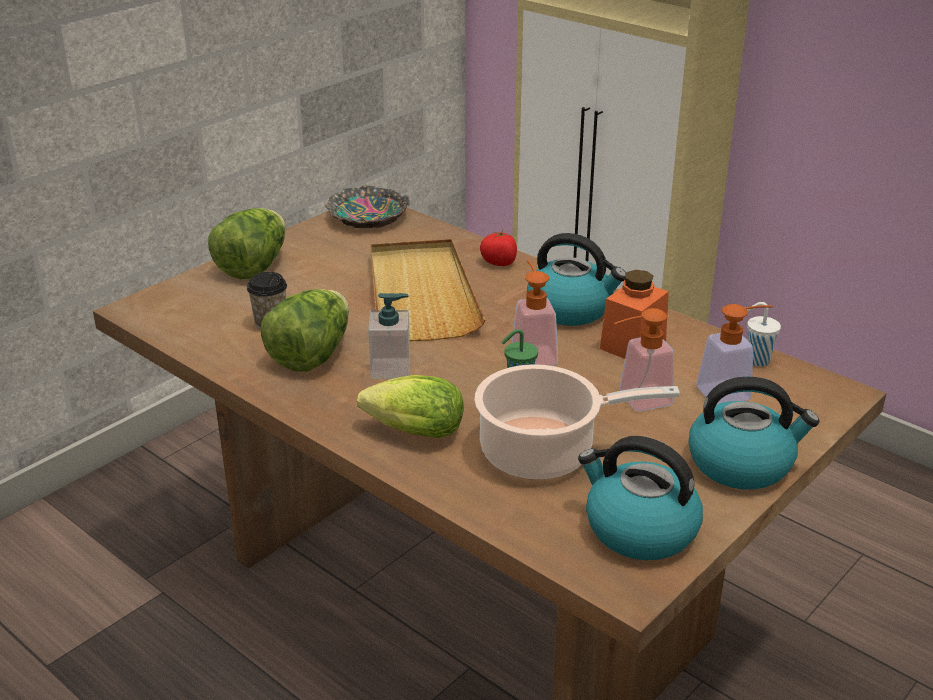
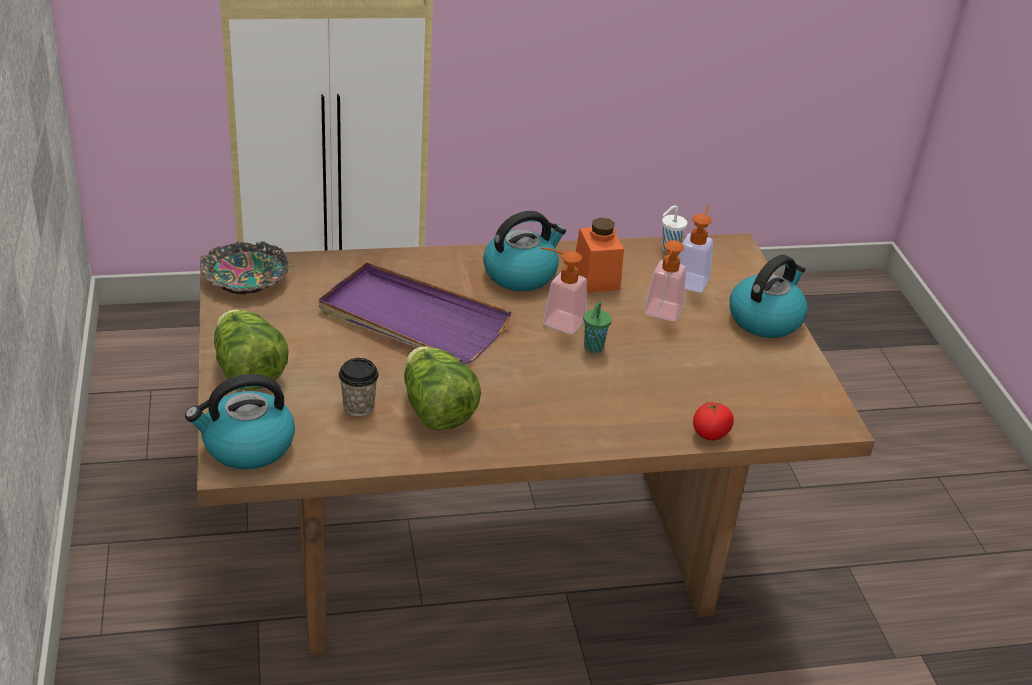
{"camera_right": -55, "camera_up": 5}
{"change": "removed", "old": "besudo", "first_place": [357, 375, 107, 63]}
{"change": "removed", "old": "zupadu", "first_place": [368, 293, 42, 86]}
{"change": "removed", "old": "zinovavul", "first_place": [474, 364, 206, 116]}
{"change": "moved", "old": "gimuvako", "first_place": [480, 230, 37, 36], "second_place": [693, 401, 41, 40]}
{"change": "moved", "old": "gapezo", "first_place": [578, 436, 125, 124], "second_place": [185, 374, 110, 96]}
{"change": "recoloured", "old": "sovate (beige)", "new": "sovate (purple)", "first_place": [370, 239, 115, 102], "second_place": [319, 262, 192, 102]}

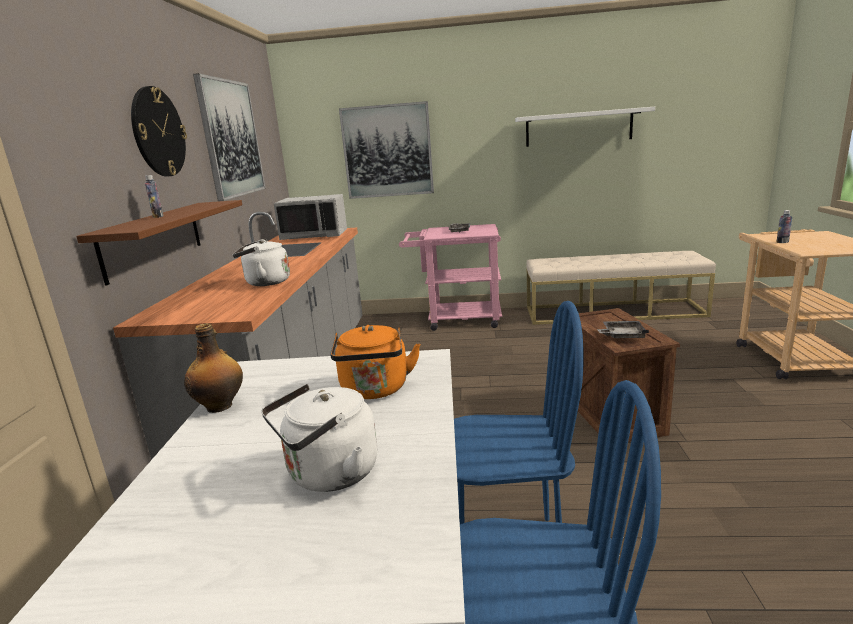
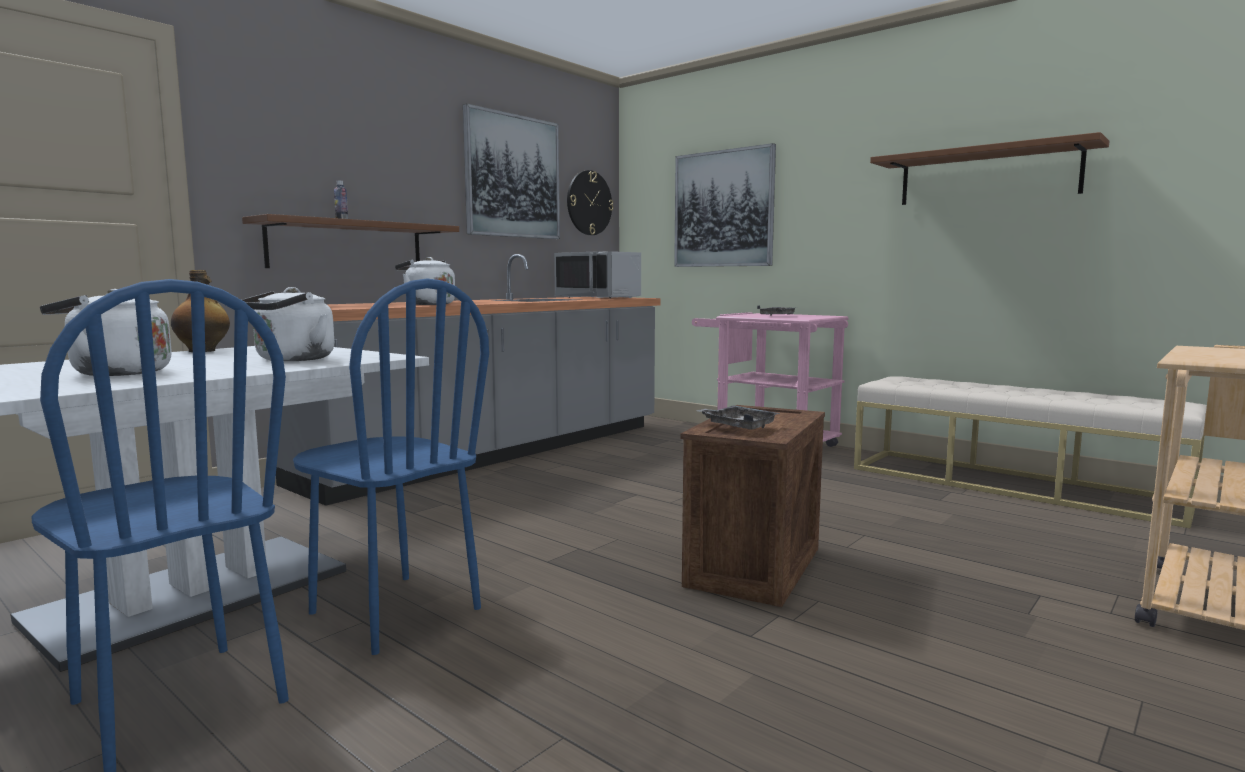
{"camera_right": 35, "camera_up": -10}
{"change": "removed", "old": "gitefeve", "first_place": [776, 210, 16, 33]}
{"change": "moved", "old": "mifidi", "first_place": [131, 86, 56, 91], "second_place": [567, 170, 46, 65]}
{"change": "recoloured", "old": "gapezo (orange)", "new": "gapezo (white)", "first_place": [330, 325, 91, 74], "second_place": [241, 287, 93, 74]}
{"change": "recoloured", "old": "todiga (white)", "new": "todiga (brown)", "first_place": [515, 107, 140, 40], "second_place": [870, 132, 239, 73]}

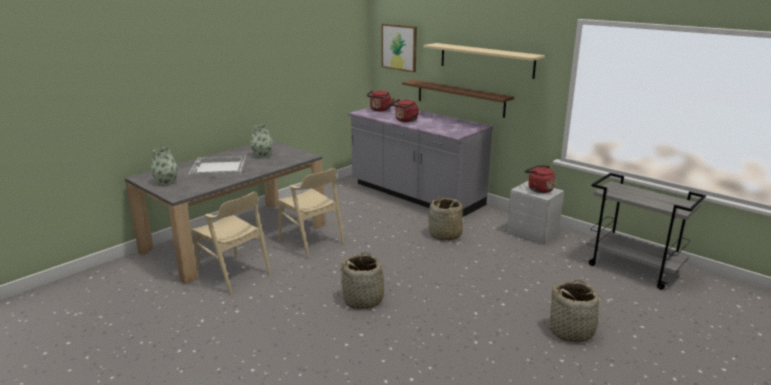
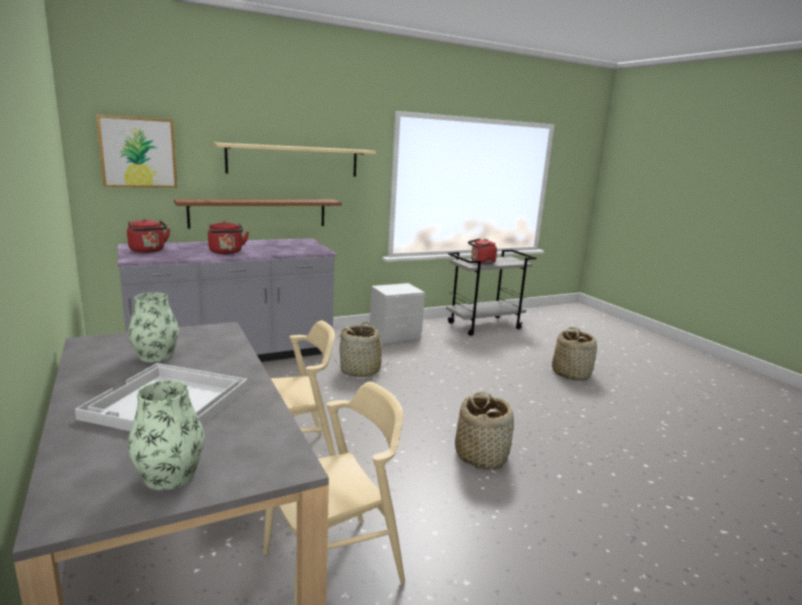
{"camera_right": -70, "camera_up": -5}
{"change": "moved", "old": "gapezo (red)", "first_place": [525, 165, 30, 28], "second_place": [468, 238, 29, 27]}

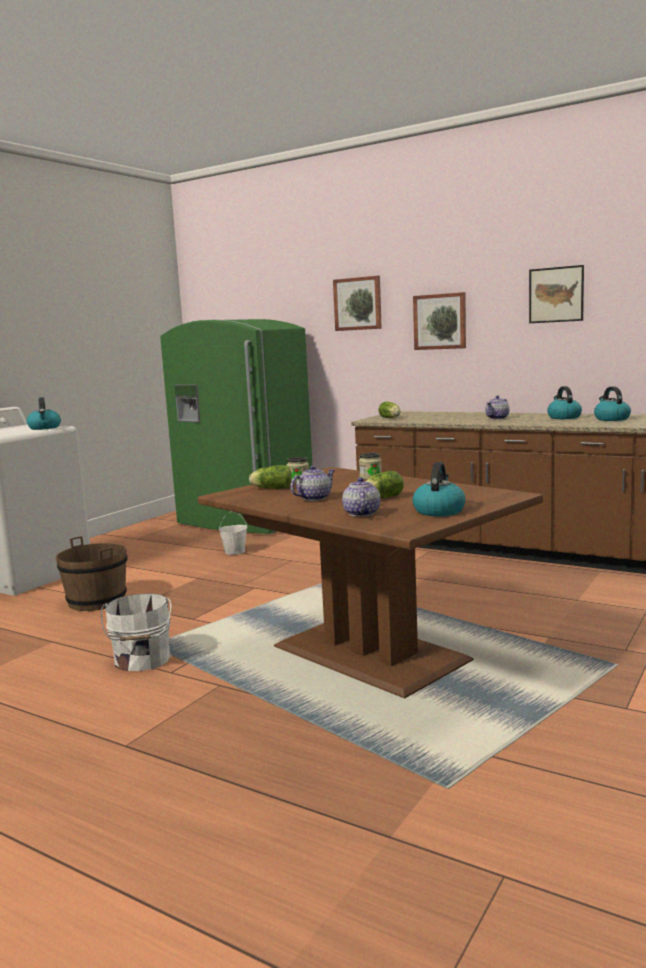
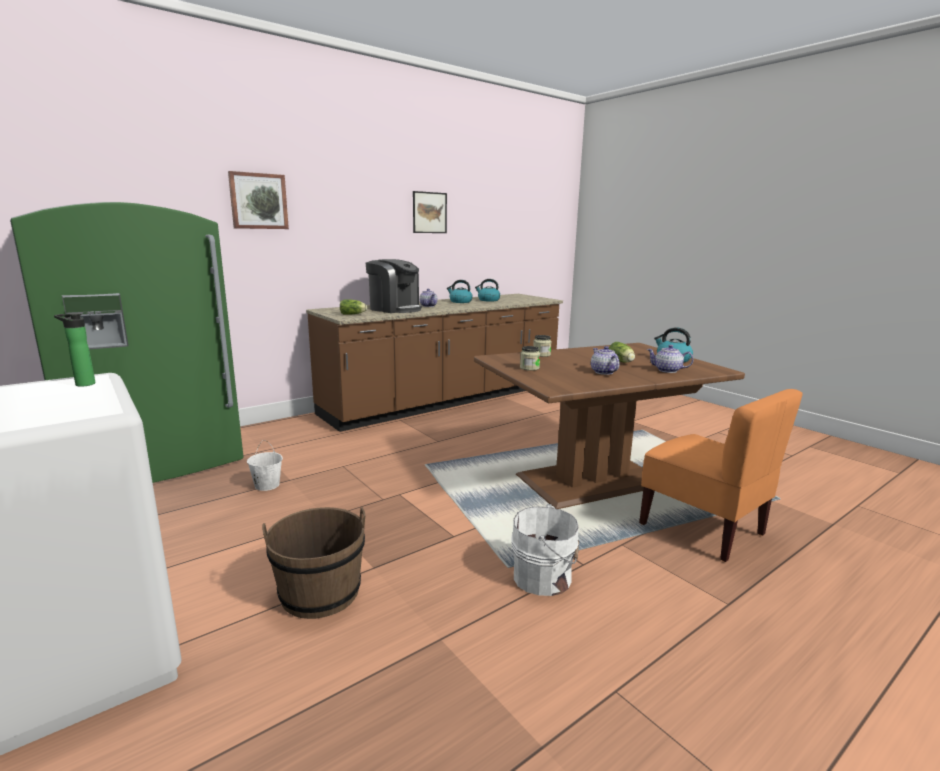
{"camera_right": -70, "camera_up": 5}
{"change": "removed", "old": "besudo", "first_place": [249, 465, 43, 24]}
{"change": "removed", "old": "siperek", "first_place": [413, 292, 53, 58]}
{"change": "added", "new": "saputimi", "second_place": [366, 259, 56, 54]}
{"change": "added", "new": "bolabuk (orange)", "second_place": [639, 389, 164, 173]}
{"change": "replaced", "old": "gapezo", "new": "gitefeve", "first_place": [27, 397, 34, 33], "second_place": [54, 313, 41, 74]}

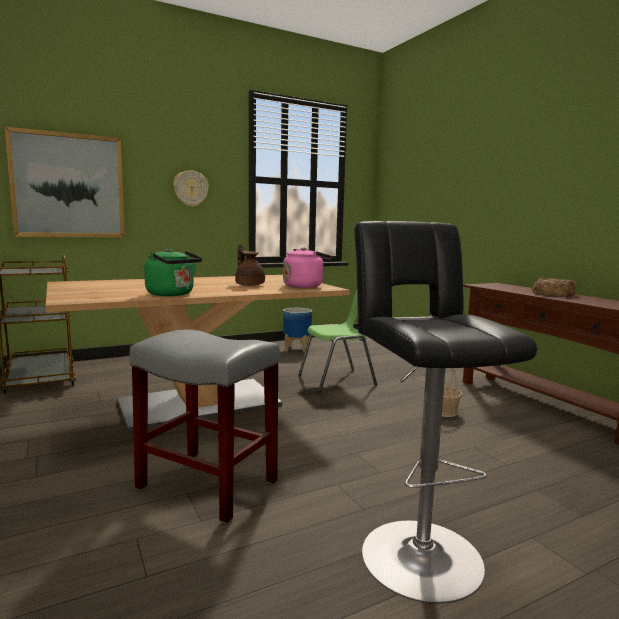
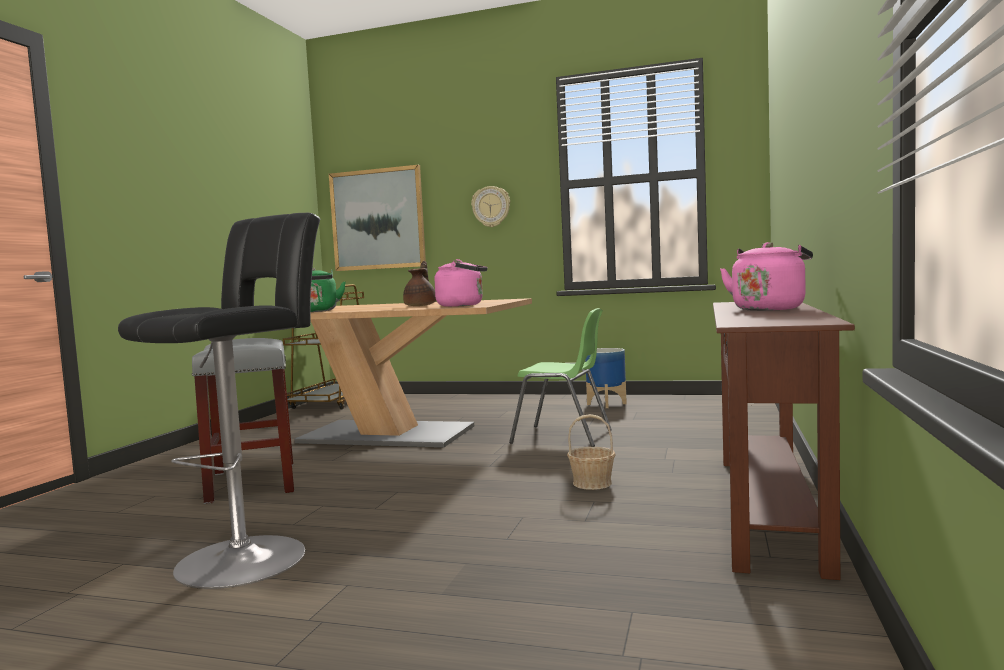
{"camera_right": 45, "camera_up": -5}
{"change": "replaced", "old": "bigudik", "new": "gapezo (pink)", "first_place": [532, 278, 46, 19], "second_place": [720, 242, 93, 69]}

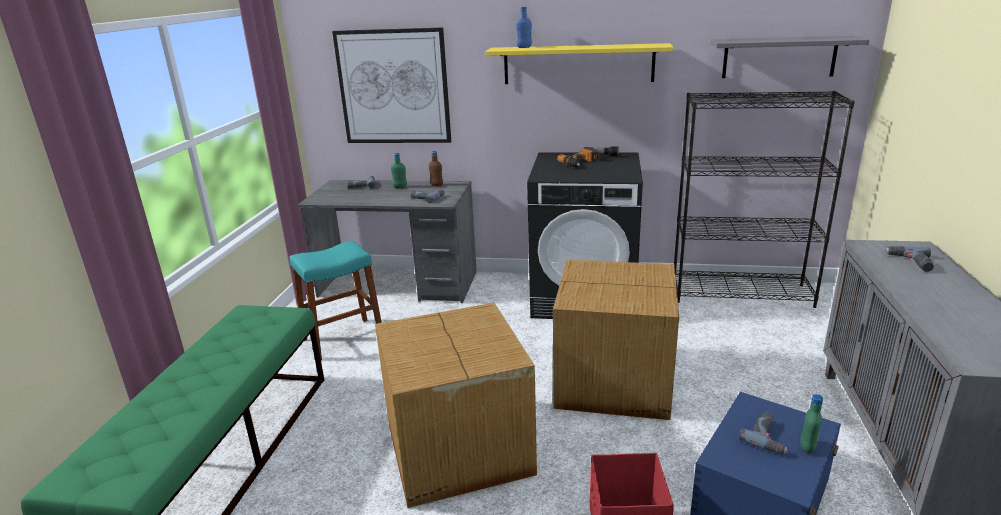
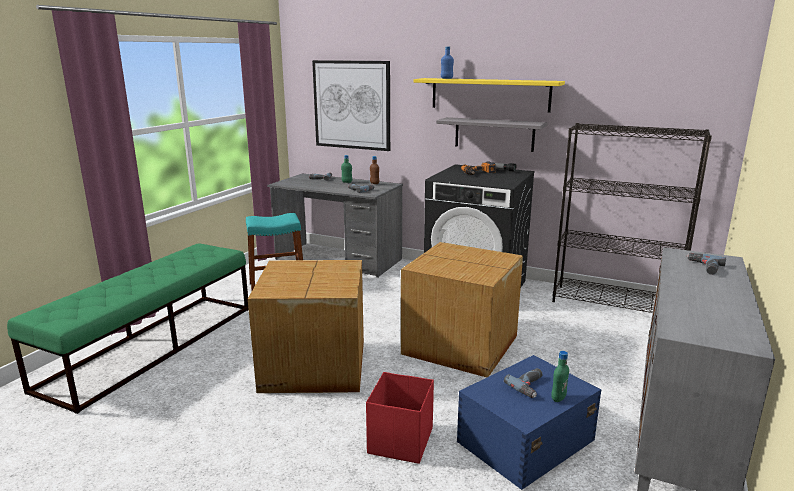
{"camera_right": 15, "camera_up": -5}
{"change": "moved", "old": "todiga (grey)", "first_place": [711, 36, 159, 42], "second_place": [436, 117, 111, 35]}

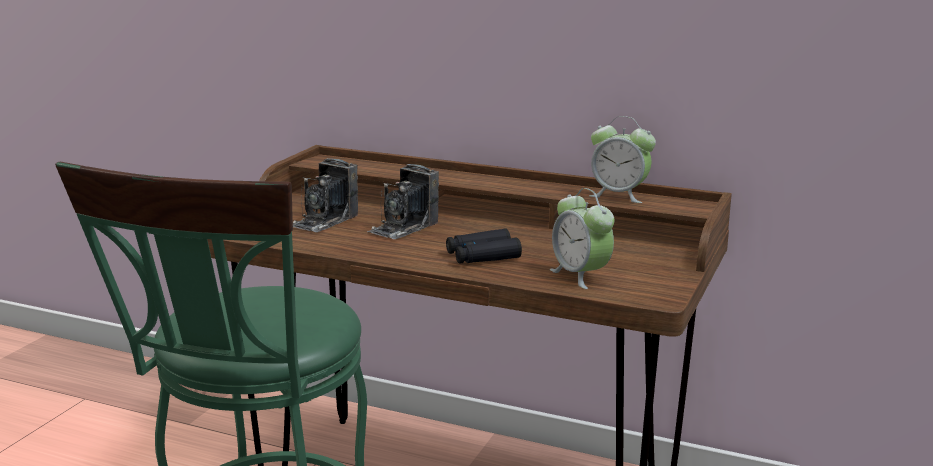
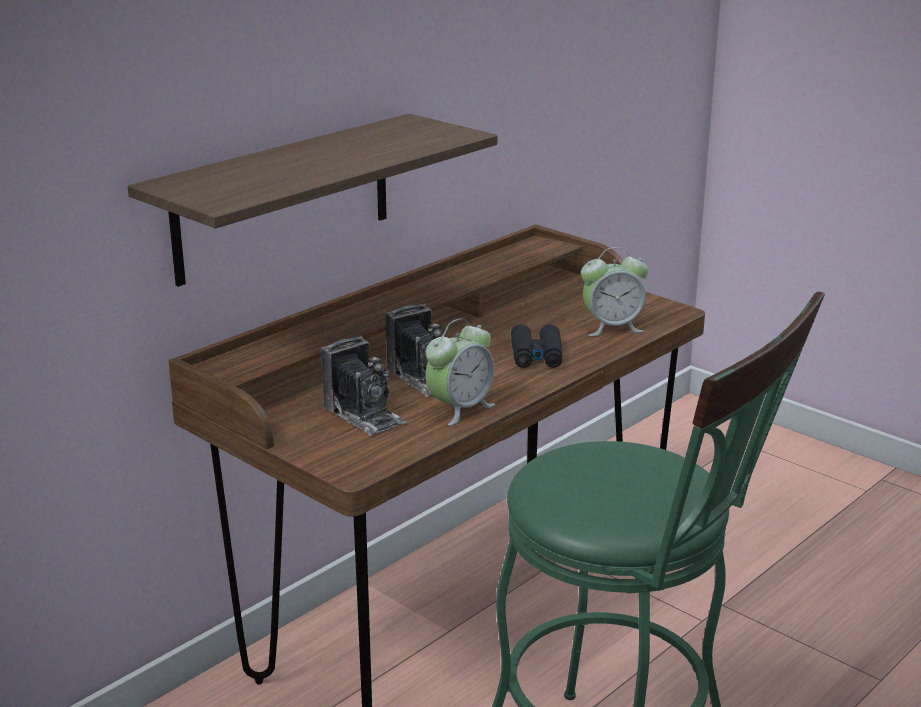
{"camera_right": -70, "camera_up": 5}
{"change": "added", "new": "todiga", "second_place": [128, 114, 369, 173]}
{"change": "moved", "old": "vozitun", "first_place": [589, 116, 67, 87], "second_place": [426, 318, 69, 107]}

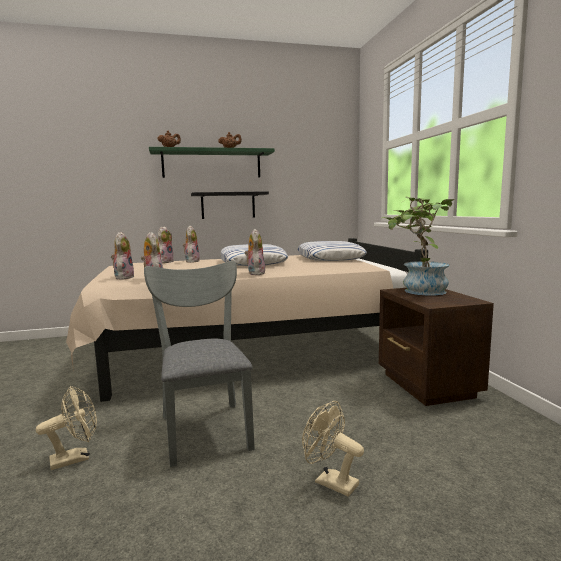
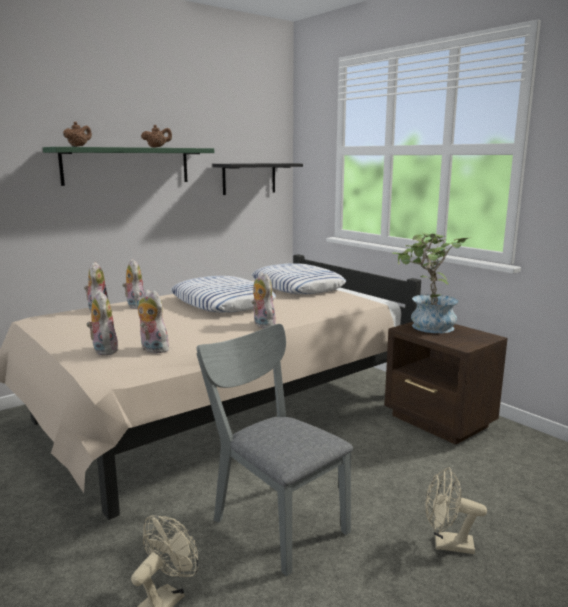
{"camera_right": -25, "camera_up": 5}
{"change": "moved", "old": "todiga (black)", "first_place": [191, 191, 78, 28], "second_place": [212, 163, 91, 32]}

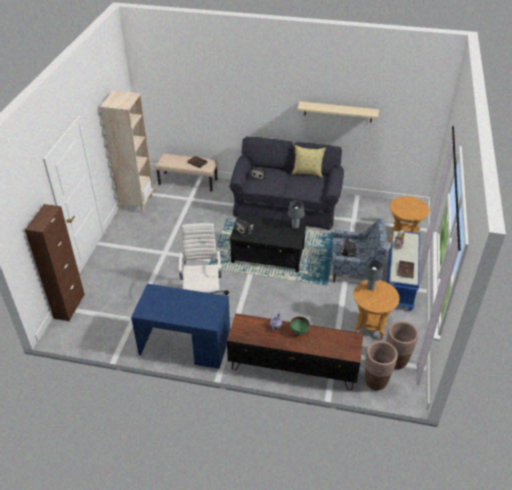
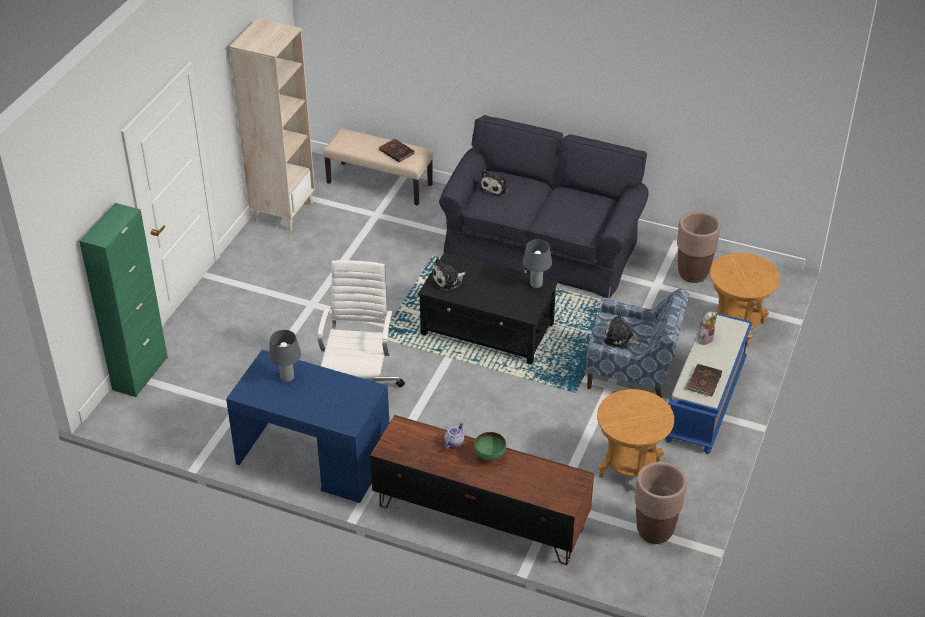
{"camera_right": 10, "camera_up": 0}
{"change": "removed", "old": "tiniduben", "first_place": [292, 145, 34, 32]}
{"change": "removed", "old": "todiga (beige)", "first_place": [297, 101, 82, 21]}
{"change": "moved", "old": "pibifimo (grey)", "first_place": [363, 259, 20, 31], "second_place": [269, 330, 32, 52]}
{"change": "moved", "old": "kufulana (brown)", "first_place": [365, 341, 33, 49], "second_place": [677, 211, 44, 72]}
{"change": "recoloured", "old": "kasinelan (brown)", "new": "kasinelan (green)", "first_place": [25, 204, 60, 117], "second_place": [79, 203, 89, 194]}

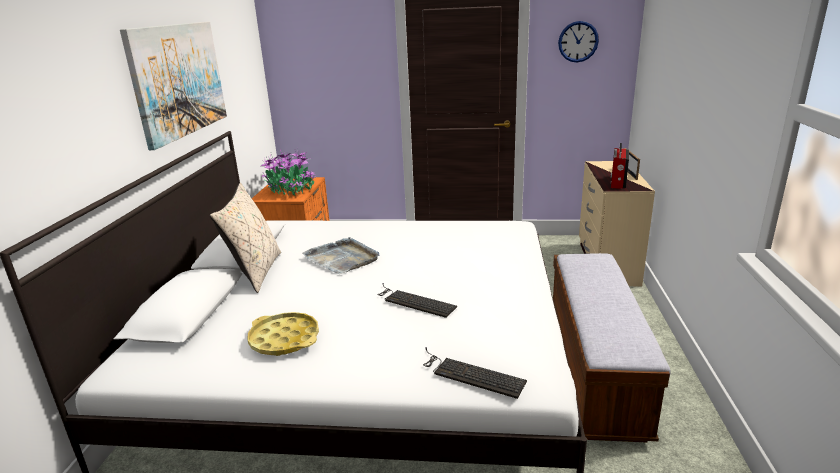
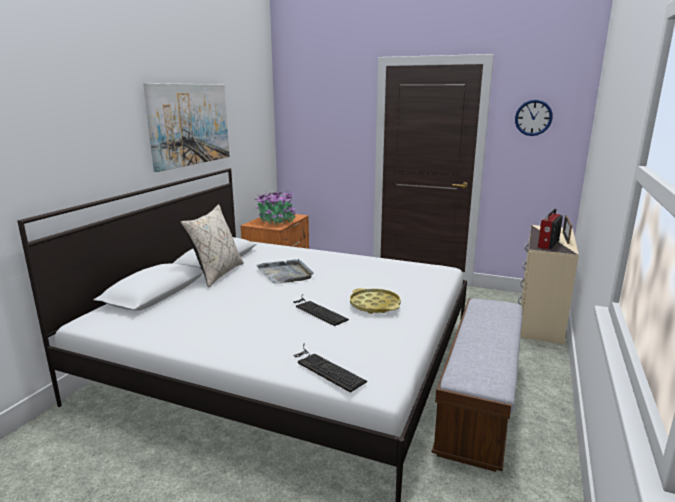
{"camera_right": 15, "camera_up": -5}
{"change": "moved", "old": "sovate (yellow)", "first_place": [247, 312, 72, 44], "second_place": [350, 288, 51, 26]}

